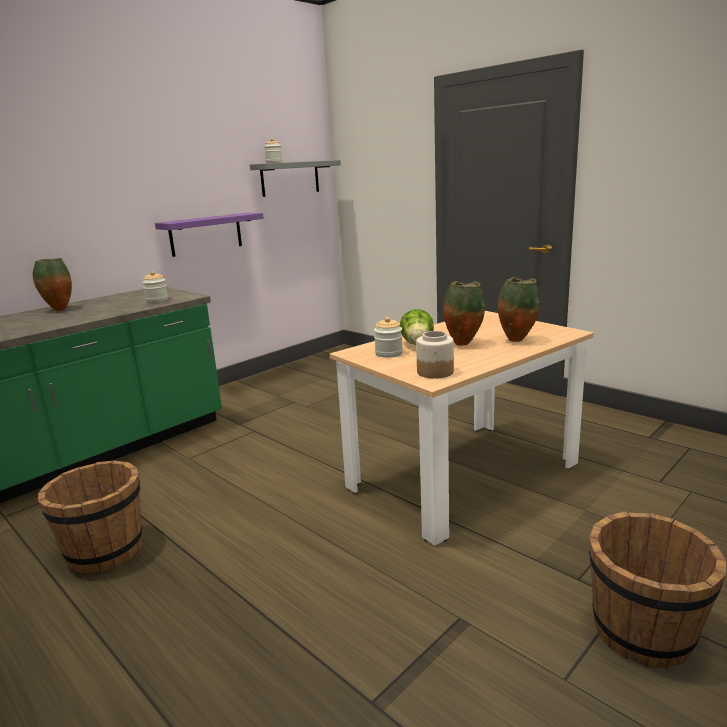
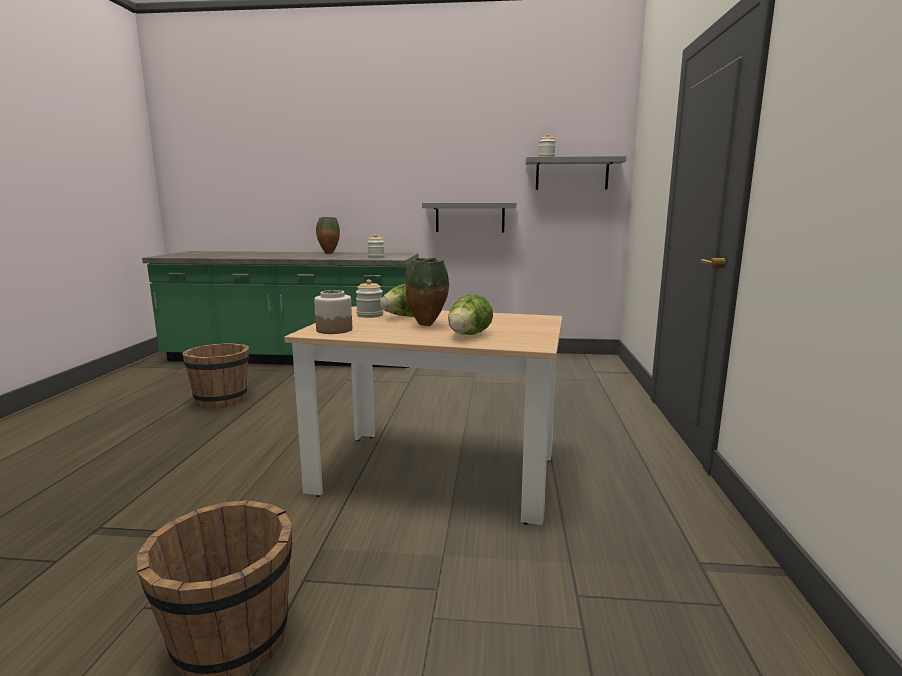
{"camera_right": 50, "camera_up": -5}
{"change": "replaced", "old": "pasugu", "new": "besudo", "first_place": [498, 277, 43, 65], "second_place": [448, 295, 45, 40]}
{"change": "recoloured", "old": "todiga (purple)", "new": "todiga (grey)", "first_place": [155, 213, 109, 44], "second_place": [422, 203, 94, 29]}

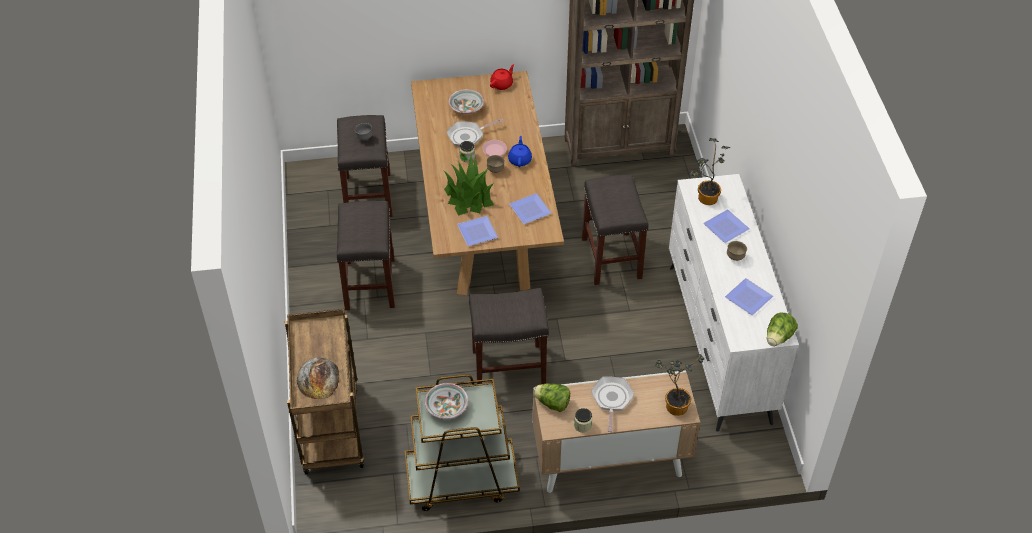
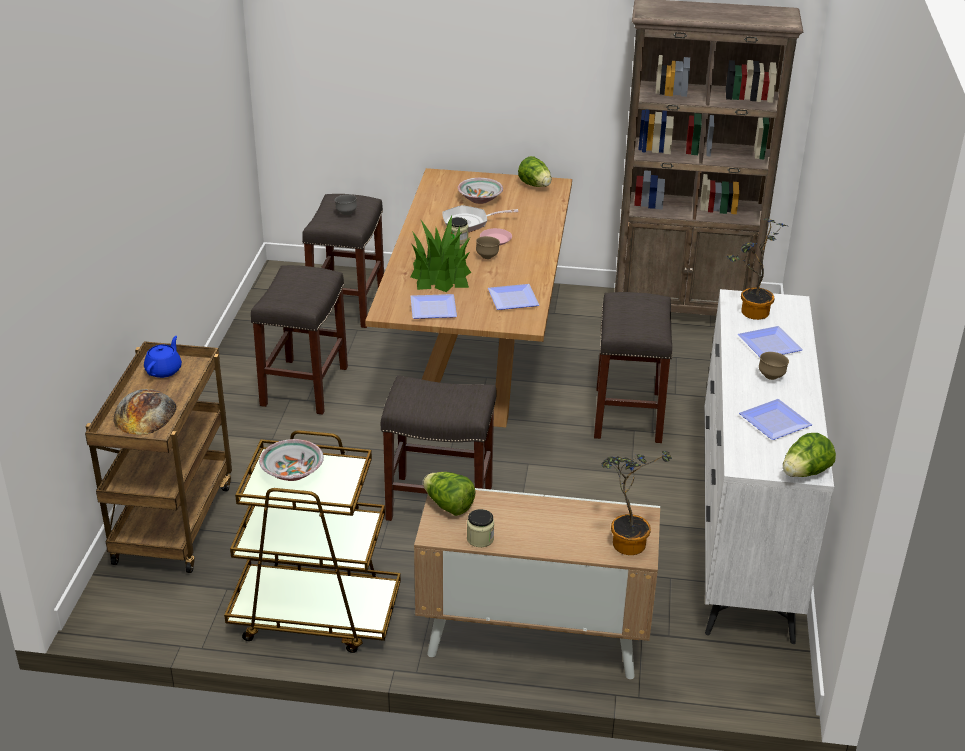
{"camera_right": 15, "camera_up": -15}
{"change": "removed", "old": "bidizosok", "first_place": [591, 376, 43, 56]}
{"change": "moved", "old": "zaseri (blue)", "first_place": [508, 136, 24, 31], "second_place": [144, 336, 38, 42]}
{"change": "replaced", "old": "zaseri (red)", "new": "besudo", "first_place": [490, 64, 24, 26], "second_place": [518, 156, 34, 31]}

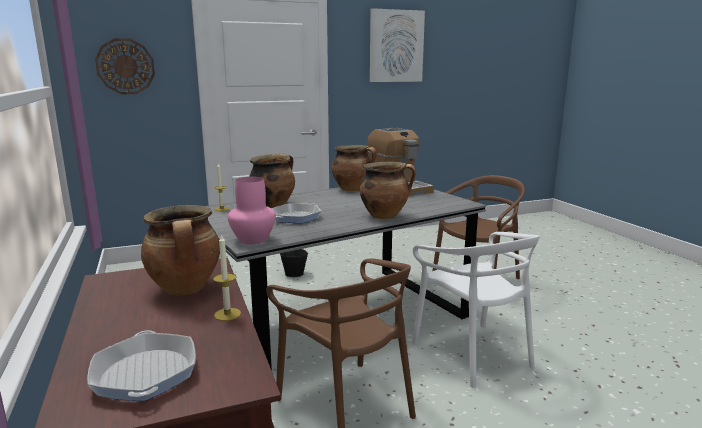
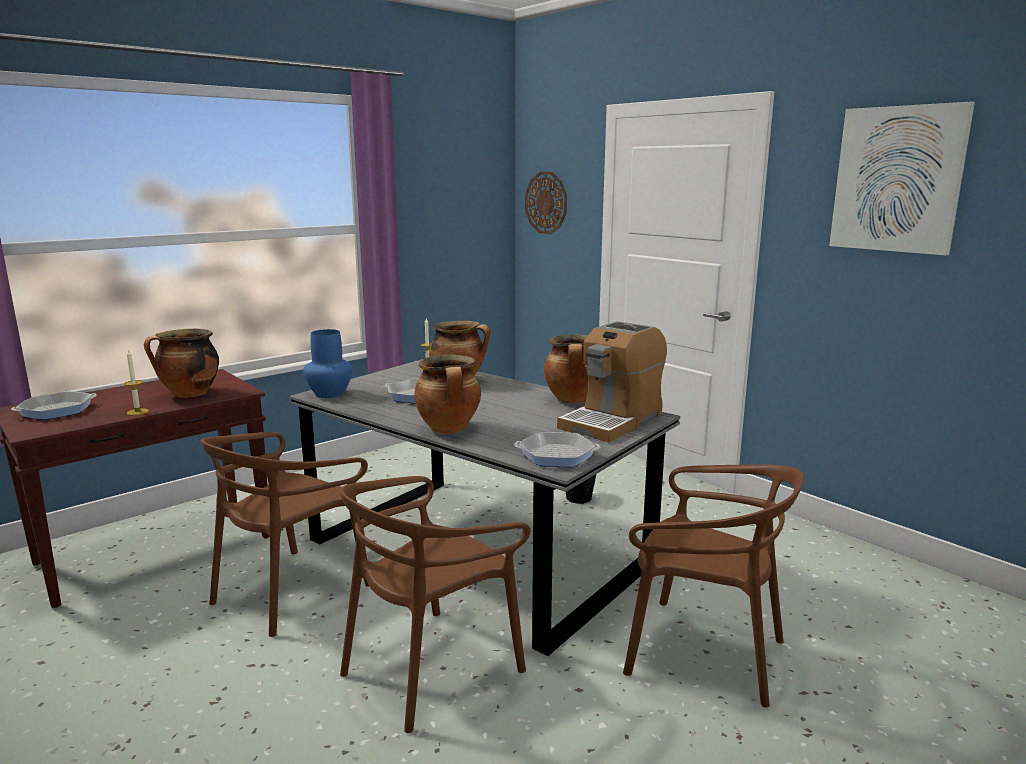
{"camera_right": 70, "camera_up": 0}
{"change": "added", "new": "bidizosok", "second_place": [514, 432, 86, 35]}
{"change": "recoloured", "old": "pasugu (pink)", "new": "pasugu (blue)", "first_place": [228, 177, 48, 67], "second_place": [303, 329, 50, 69]}
{"change": "recoloured", "old": "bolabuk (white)", "new": "bolabuk (brown)", "first_place": [412, 232, 128, 155], "second_place": [340, 476, 191, 257]}

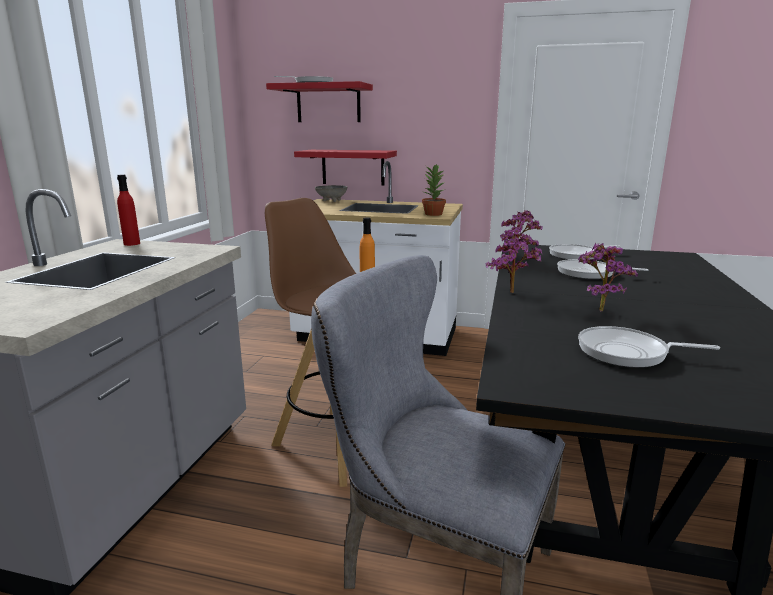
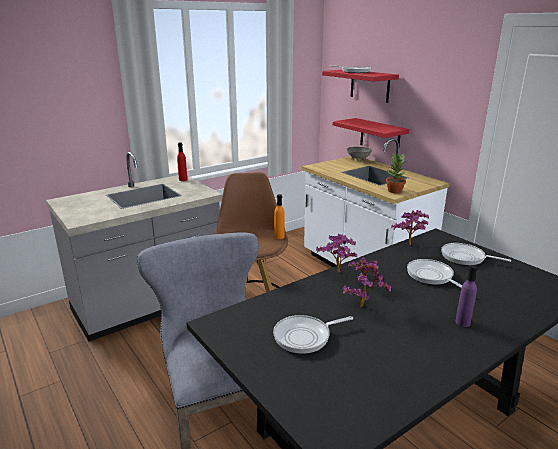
{"camera_right": 40, "camera_up": 5}
{"change": "added", "new": "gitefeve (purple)", "second_place": [455, 265, 22, 62]}
{"change": "turned", "old": "bidizosok", "first_place": [578, 326, 142, 42], "second_place": [273, 315, 80, 39], "degrees": -75}

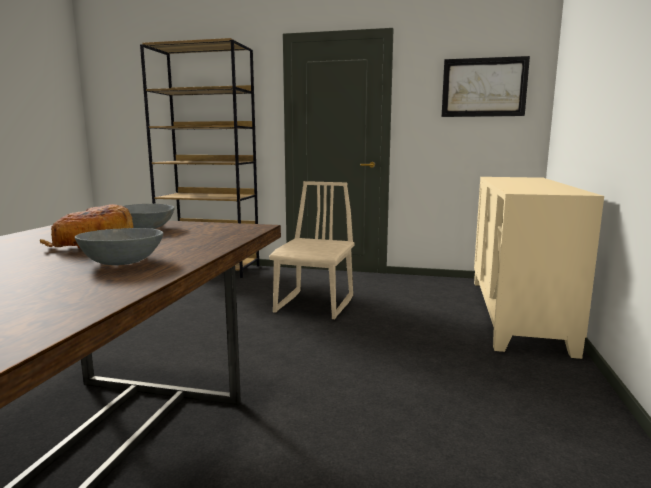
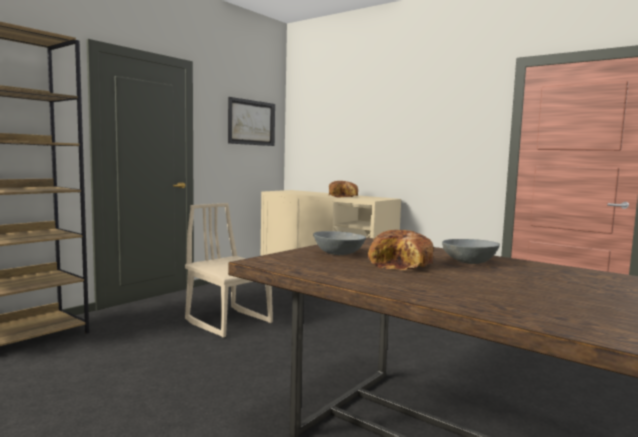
{"camera_right": -65, "camera_up": -5}
{"change": "added", "new": "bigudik", "second_place": [329, 181, 29, 17]}

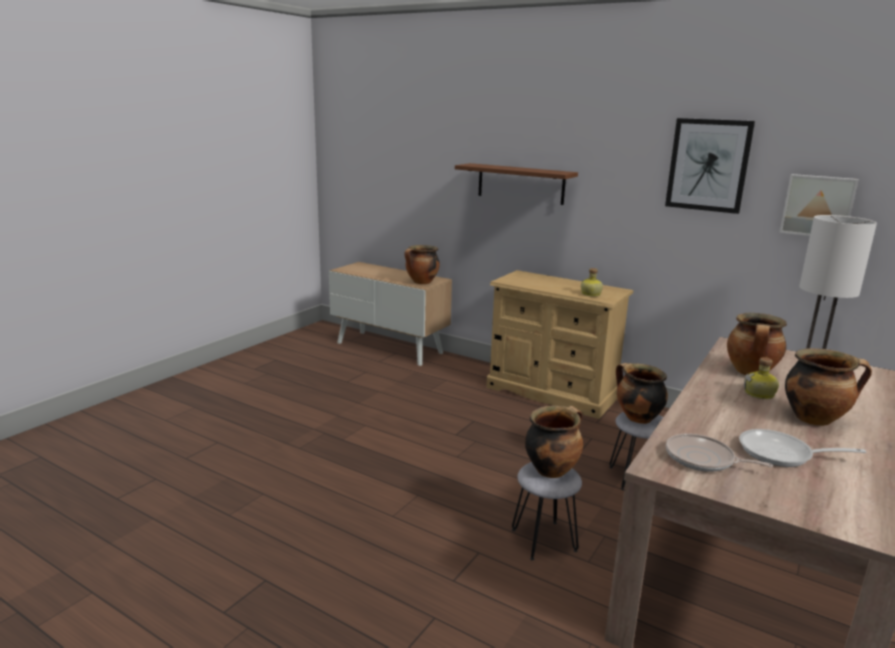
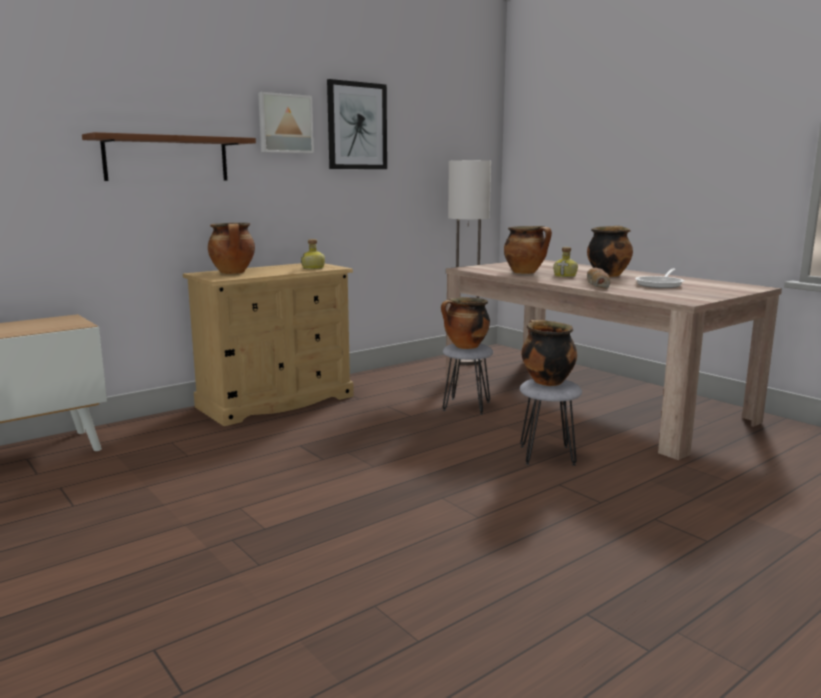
{"camera_right": -70, "camera_up": -5}
{"change": "removed", "old": "bidizosok", "first_place": [666, 433, 107, 39]}
{"change": "added", "new": "bigudik", "second_place": [587, 268, 24, 21]}
{"change": "moved", "old": "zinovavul", "first_place": [405, 245, 35, 39], "second_place": [208, 223, 47, 51]}
{"change": "moved", "old": "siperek", "first_place": [779, 174, 80, 62], "second_place": [258, 92, 56, 61]}

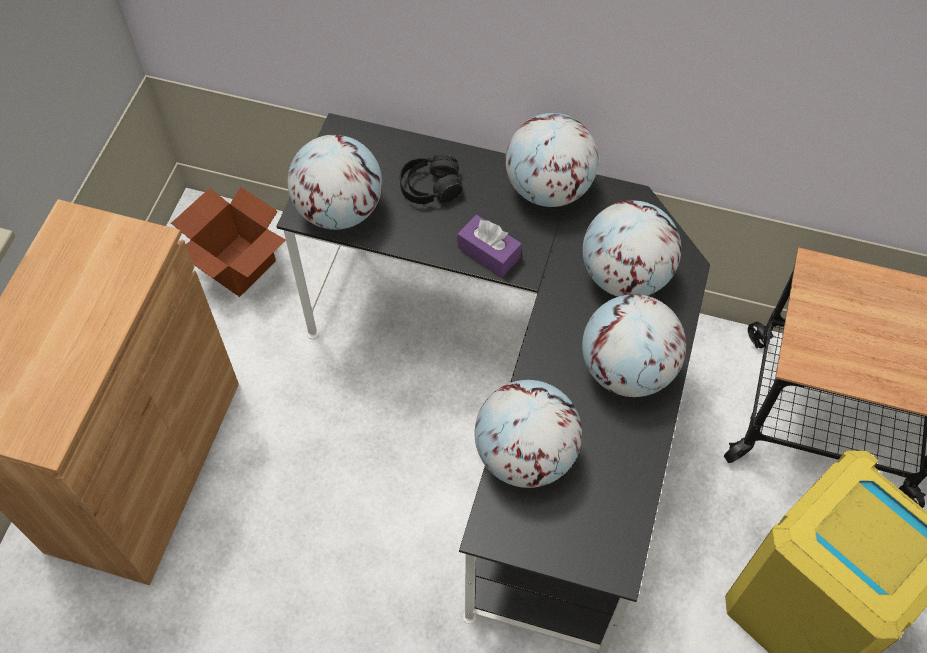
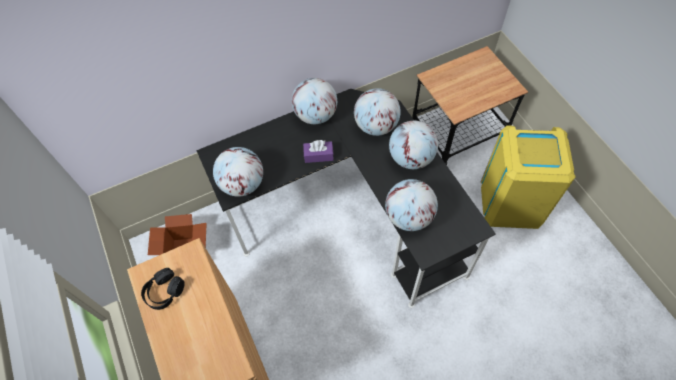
{"camera_right": -40, "camera_up": 0}
{"change": "moved", "old": "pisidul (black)", "first_place": [400, 155, 63, 49], "second_place": [141, 268, 44, 42]}

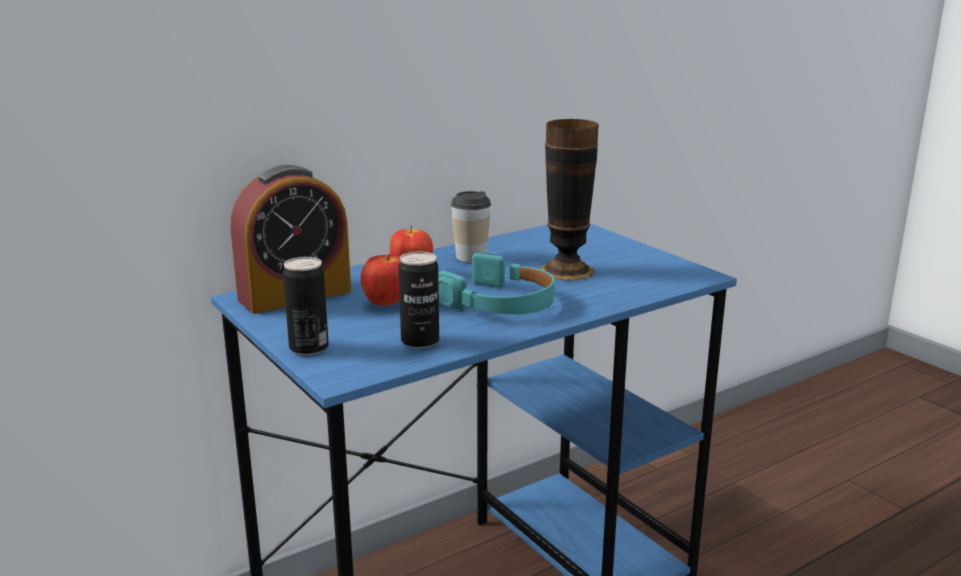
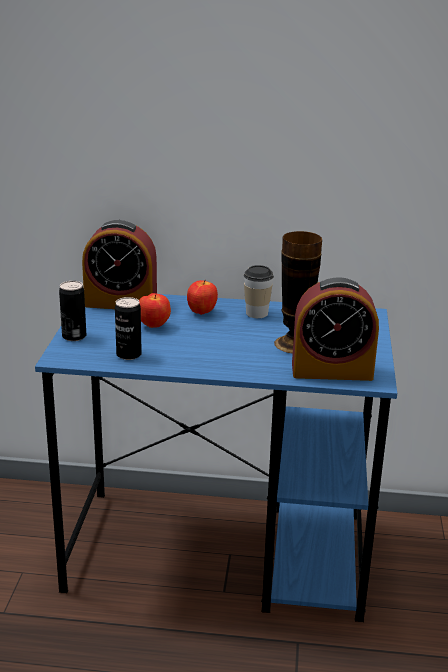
{"camera_right": 40, "camera_up": 5}
{"change": "removed", "old": "pisidul (turquoise)", "first_place": [438, 253, 117, 61]}
{"change": "added", "new": "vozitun", "second_place": [292, 277, 87, 104]}

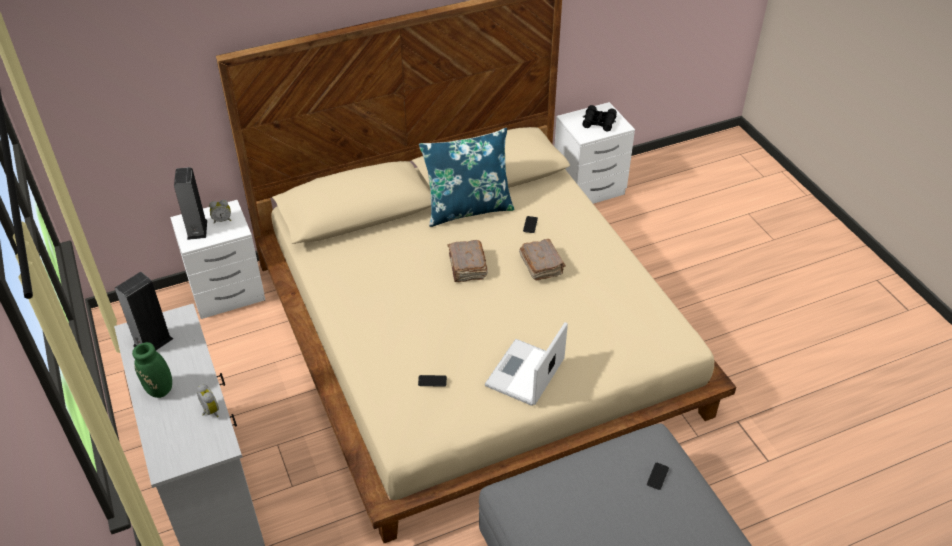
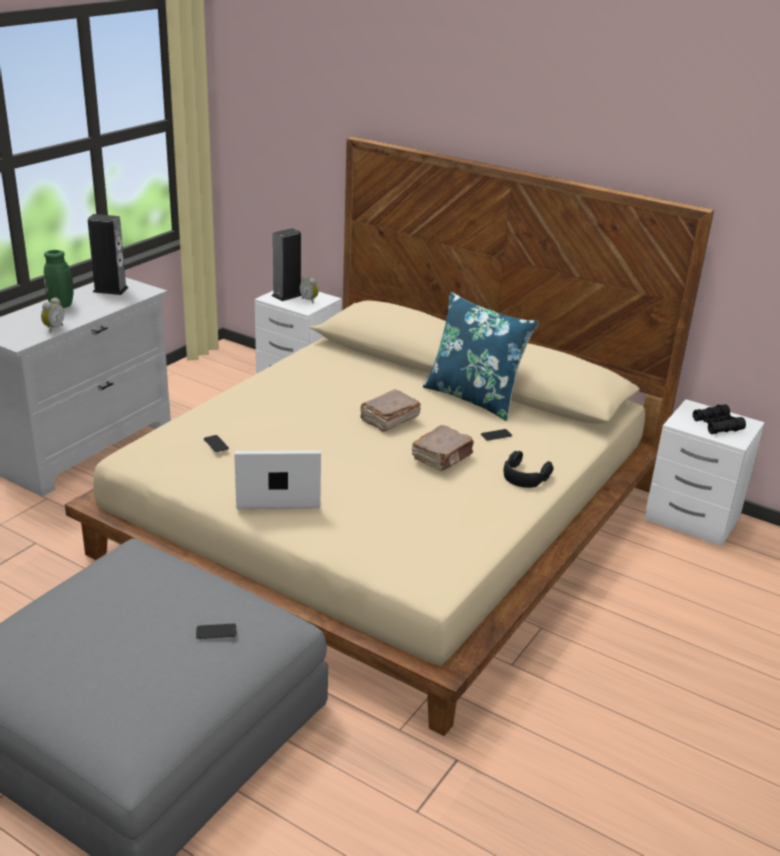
{"camera_right": 55, "camera_up": -15}
{"change": "added", "new": "pisidul (black)", "second_place": [503, 451, 51, 37]}

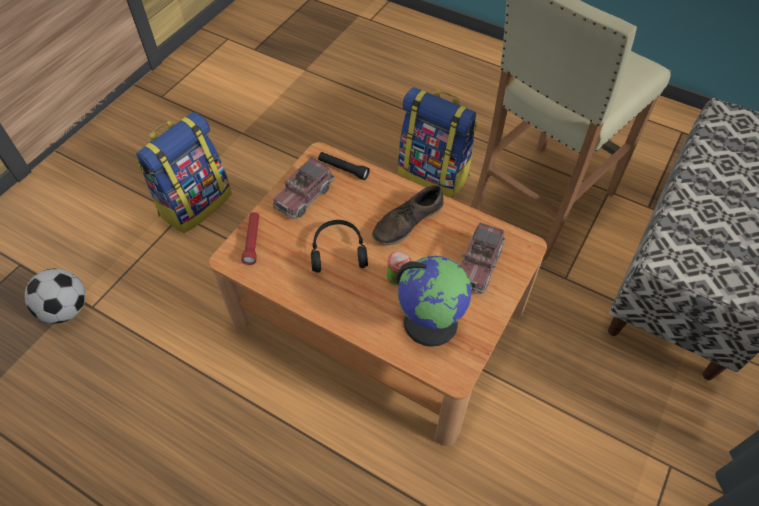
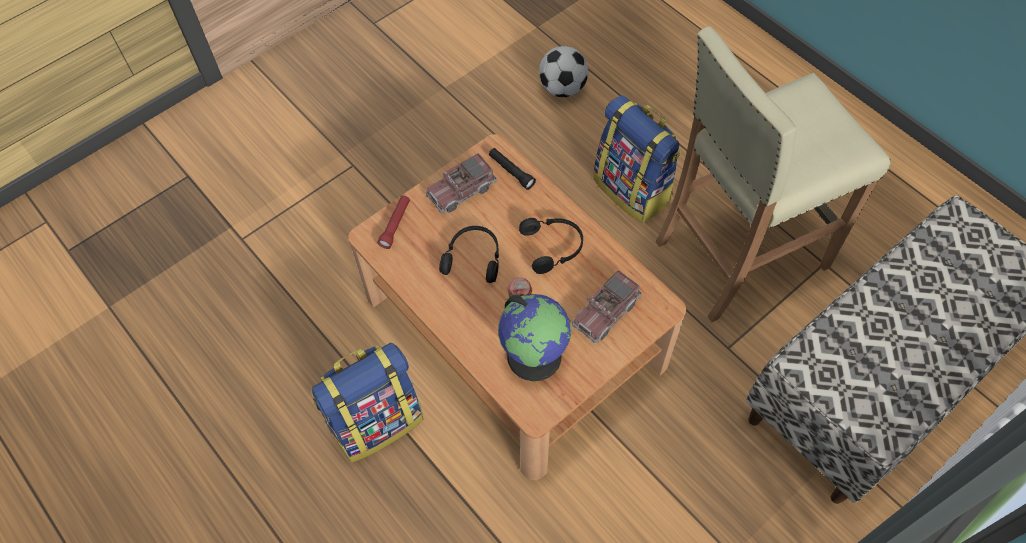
{"camera_right": 20, "camera_up": 5}
{"change": "moved", "old": "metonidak", "first_place": [25, 268, 60, 56], "second_place": [539, 46, 49, 51]}
{"change": "moved", "old": "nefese", "first_place": [136, 112, 96, 121], "second_place": [312, 342, 111, 121]}
{"change": "replaced", "old": "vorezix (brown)", "new": "pisidul (black)", "first_place": [372, 185, 72, 60], "second_place": [519, 218, 64, 56]}

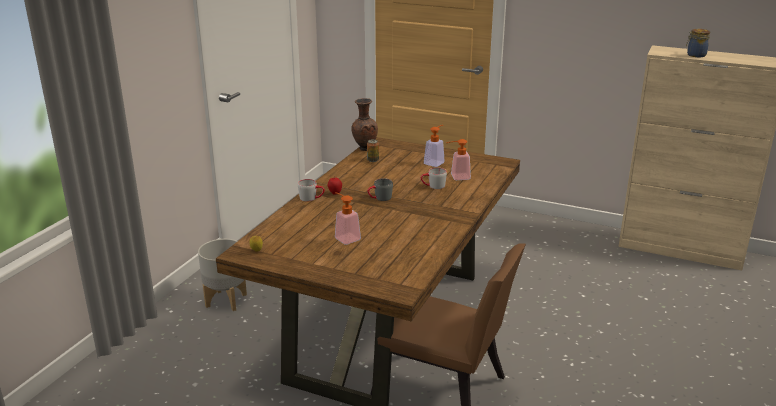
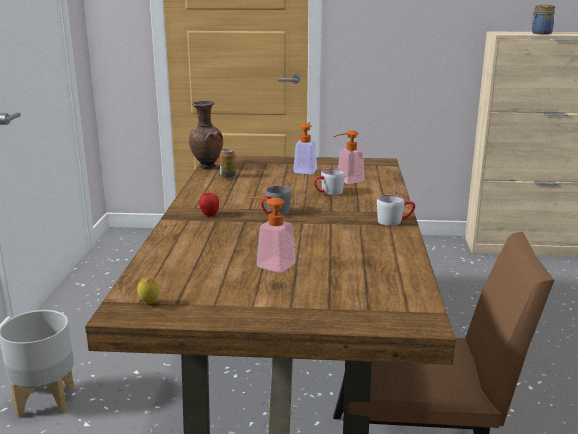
{"camera_right": -20, "camera_up": -5}
{"change": "moved", "old": "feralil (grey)", "first_place": [298, 179, 27, 23], "second_place": [377, 195, 38, 31]}

